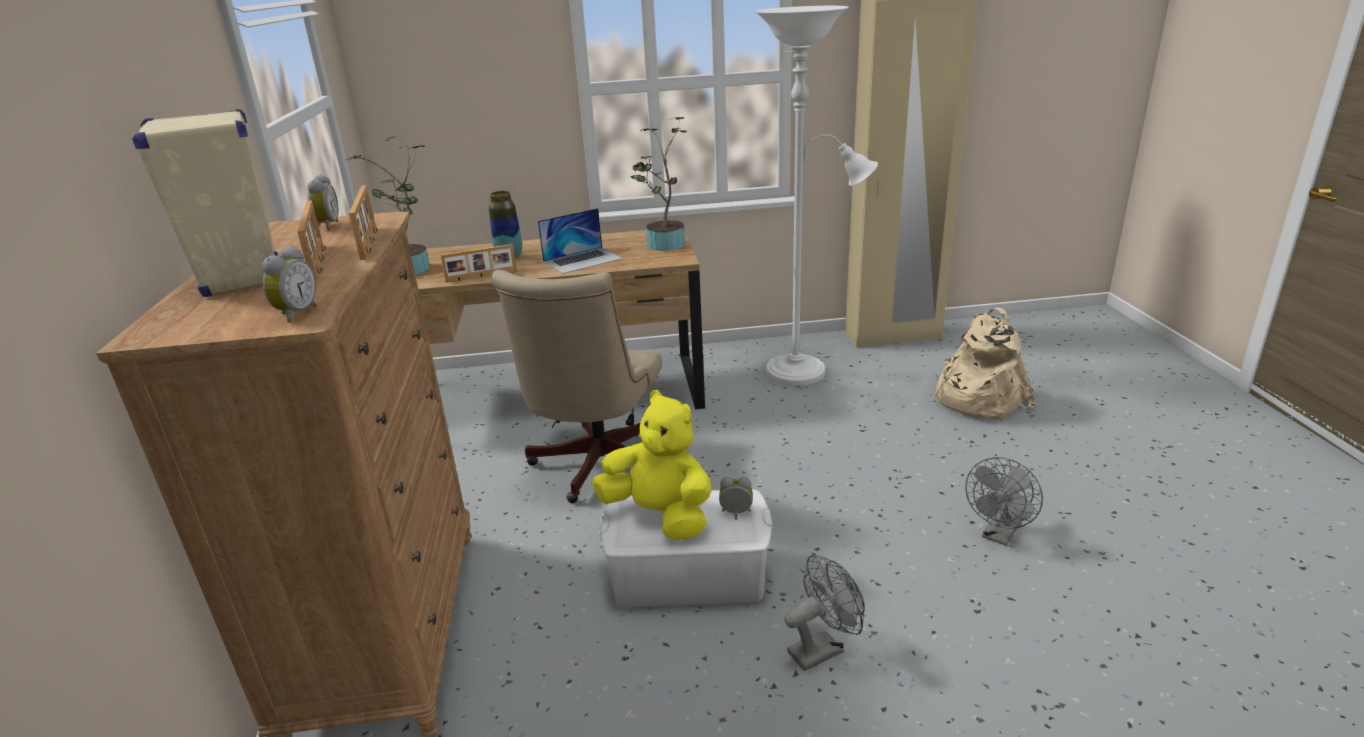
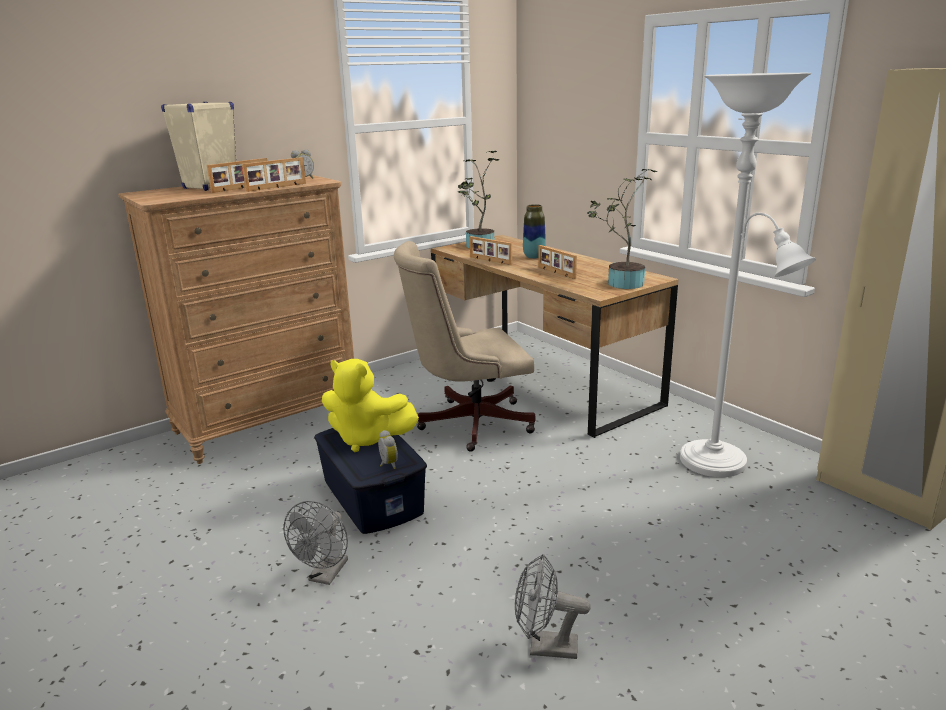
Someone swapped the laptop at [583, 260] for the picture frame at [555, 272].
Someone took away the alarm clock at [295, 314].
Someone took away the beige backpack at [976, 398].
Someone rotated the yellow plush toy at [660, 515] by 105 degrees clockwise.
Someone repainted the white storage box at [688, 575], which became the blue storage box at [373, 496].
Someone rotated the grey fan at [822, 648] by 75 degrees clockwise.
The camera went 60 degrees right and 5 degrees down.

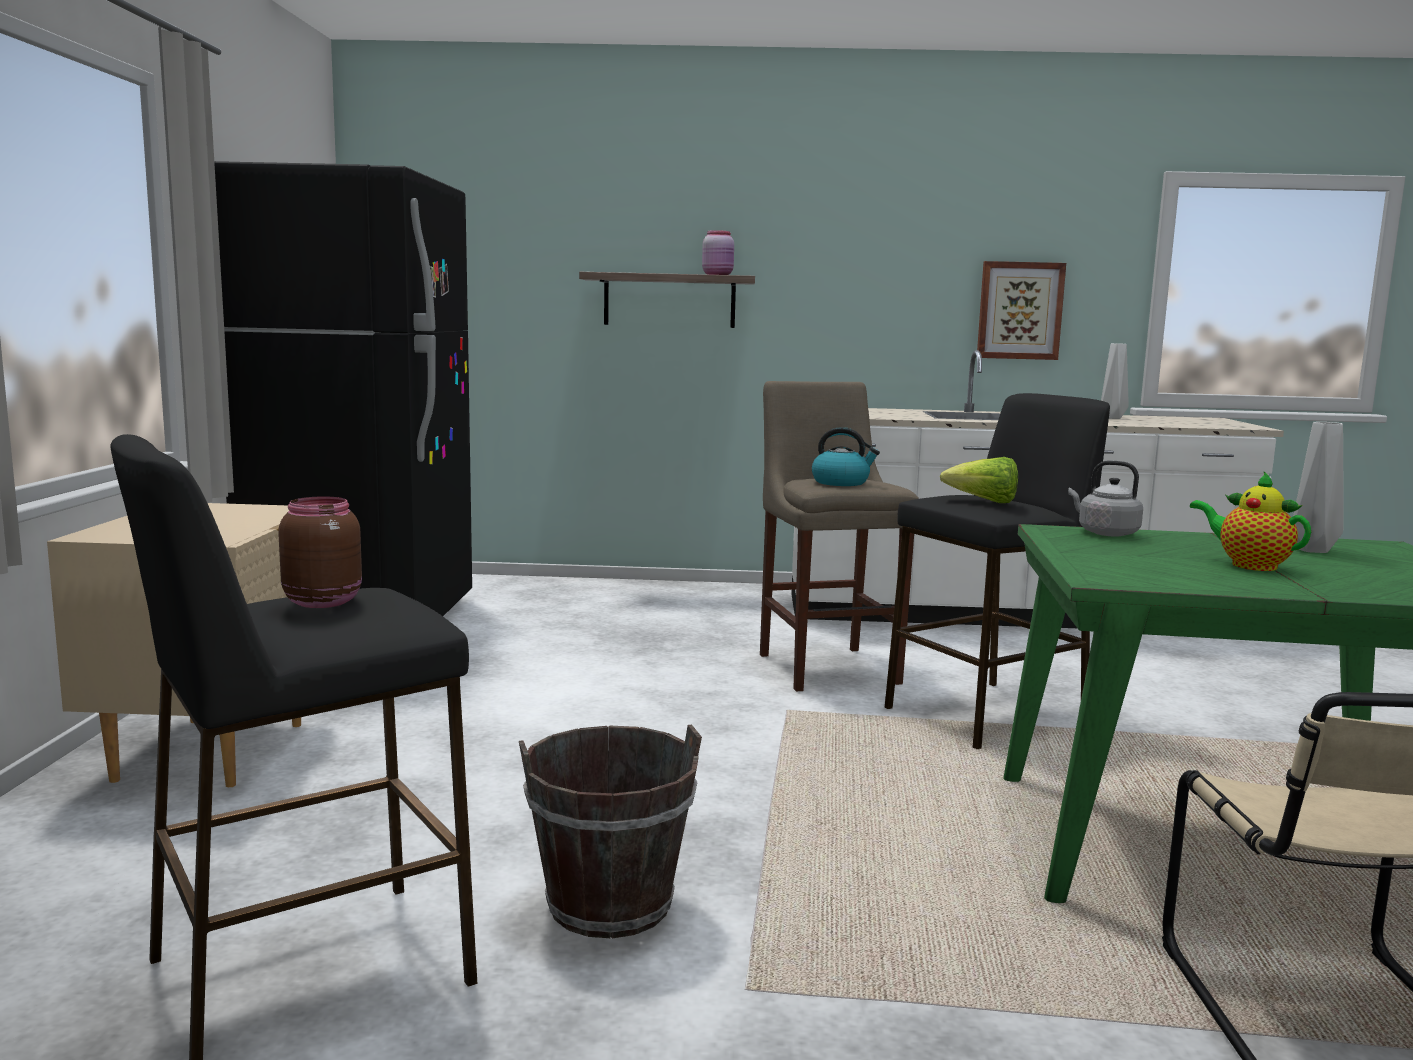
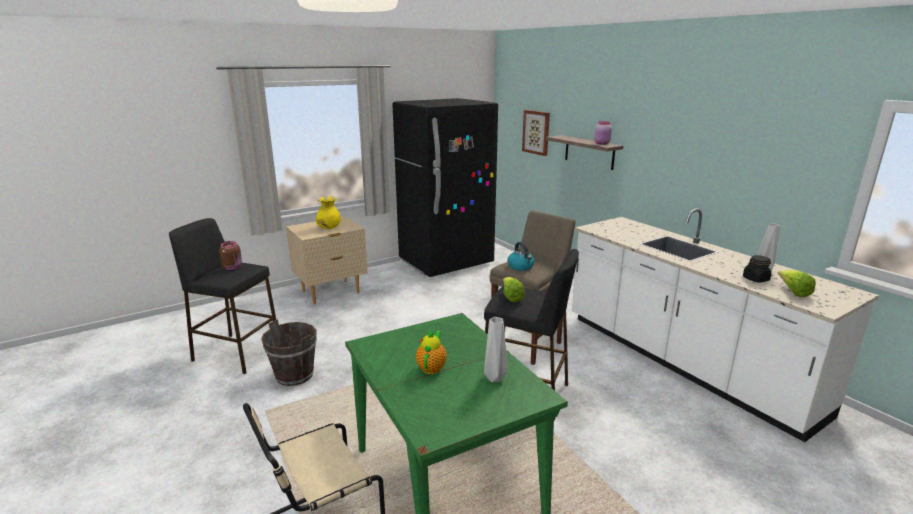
Someone carried the picture from [1019, 310] to [536, 132].
Someone took away the grey kettle at [1105, 533].
Someone put down the yellow vase at [329, 228].
Someone put down the black jar at [755, 279].
Someone put down the lettuce at [793, 292].
The camera went 55 degrees right and 10 degrees up.

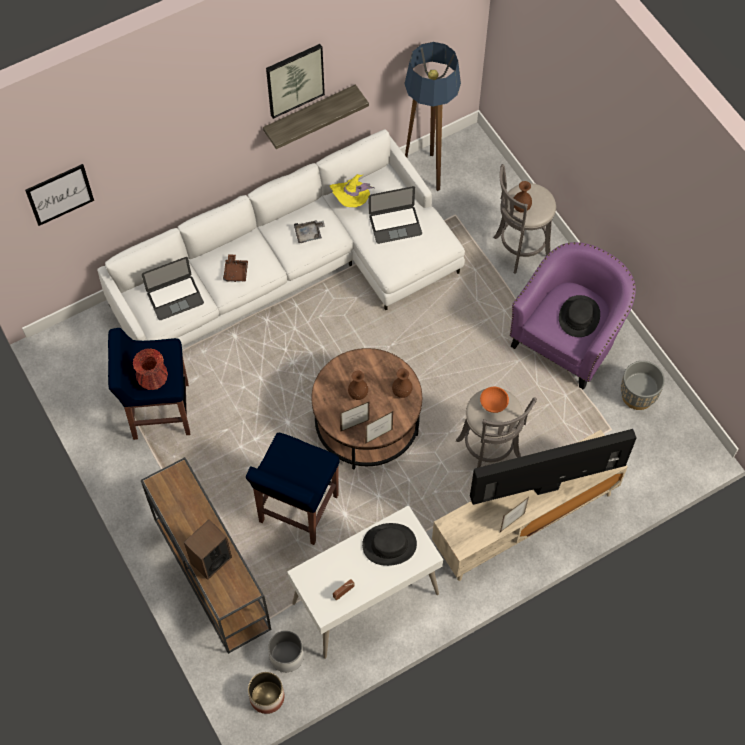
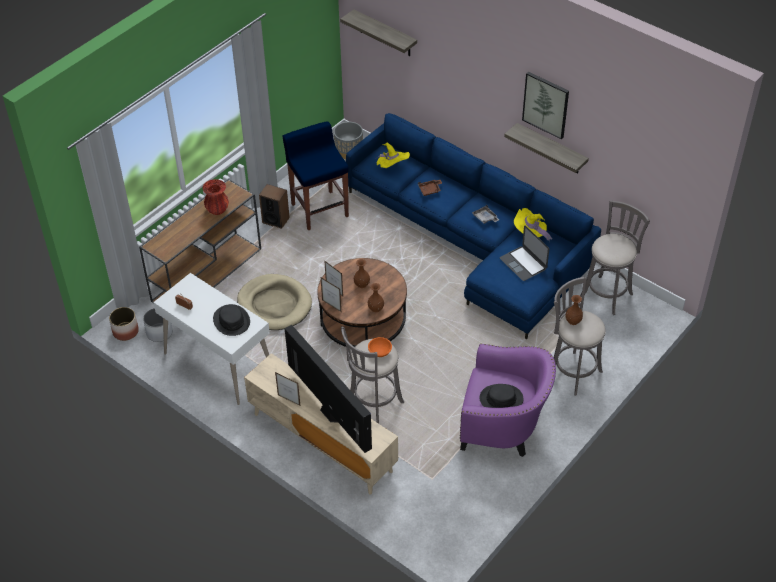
Someone swapped the floor lamp at [427, 174] for the grey stool at [608, 293].
Someone repainted the white sofa at [293, 269], which became the blue sofa at [473, 242].
Someone swapped the picture at [60, 194] for the shelf at [385, 34].
Someone swapped the laptop at [175, 297] for the yellow hat at [392, 167].
Someone carried the red vase from [153, 380] to [217, 210].
Someone carried the grey planter from [637, 396] to [349, 152].
Someone swapped the blue stool at [298, 509] for the beige dog bed at [274, 305].
Someone carried the speaker from [210, 560] to [275, 220].
The camera went 70 degrees right and 15 degrees down.

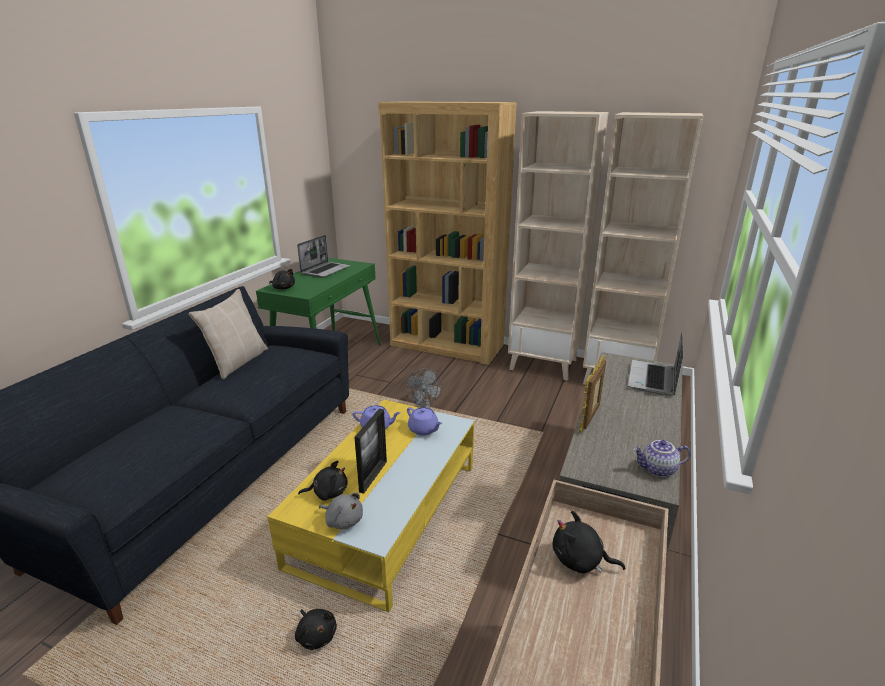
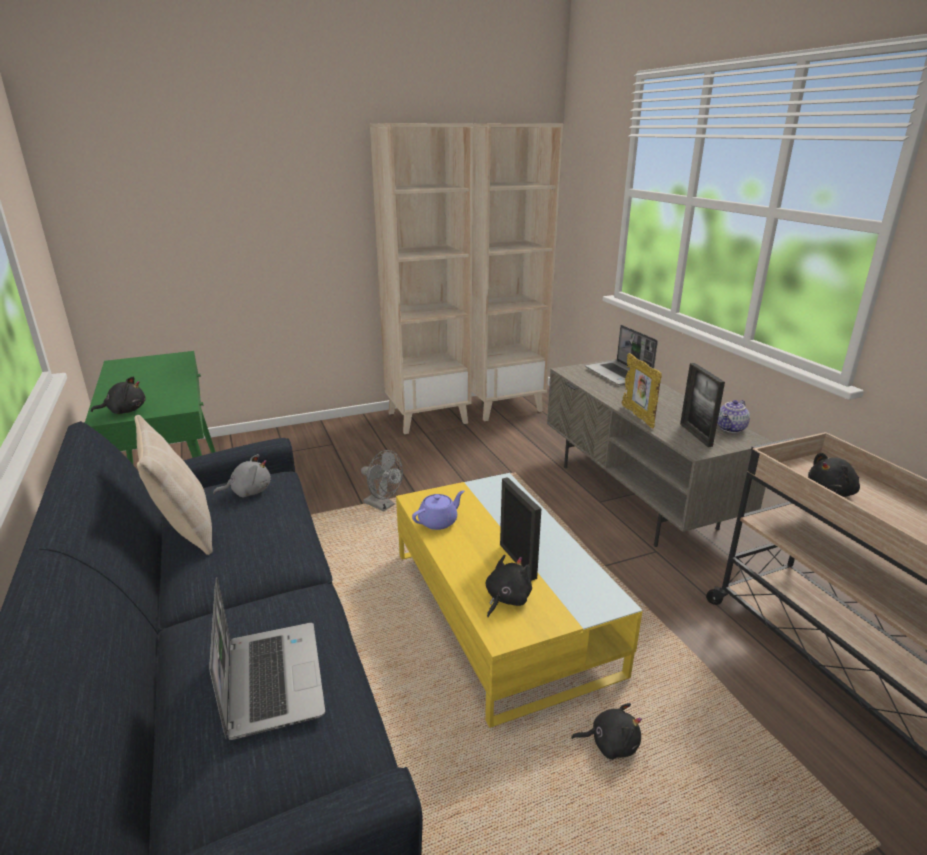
Someone took away the brown bookcase at [447, 346].
Someone carried the laptop from [325, 270] to [271, 678].
Someone took away the purple teapot at [424, 430].
Someone carried the grey plush toy from [343, 520] to [248, 492].
Someone put down the picture frame at [695, 435].
The camera went 45 degrees left and 0 degrees up.

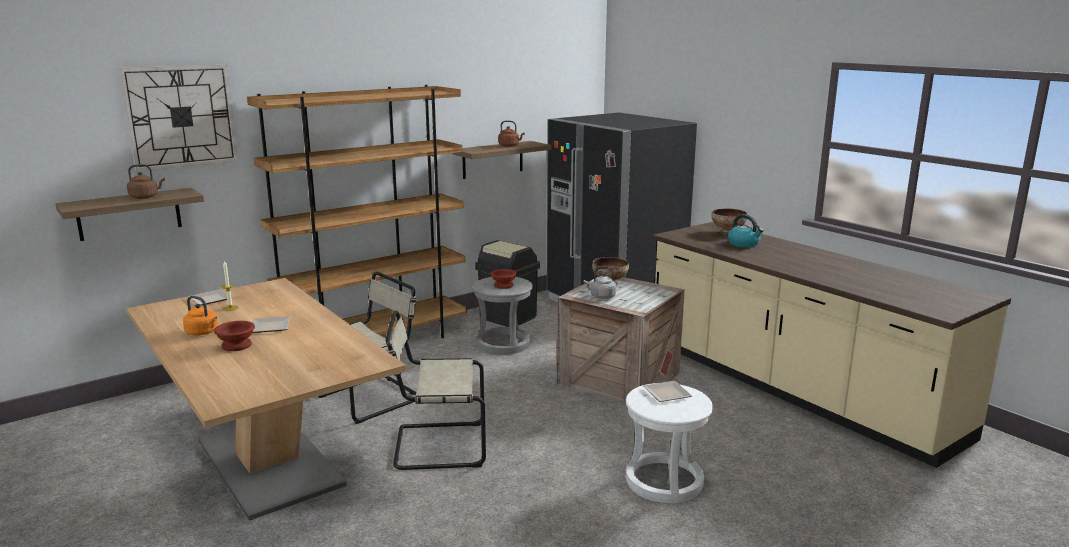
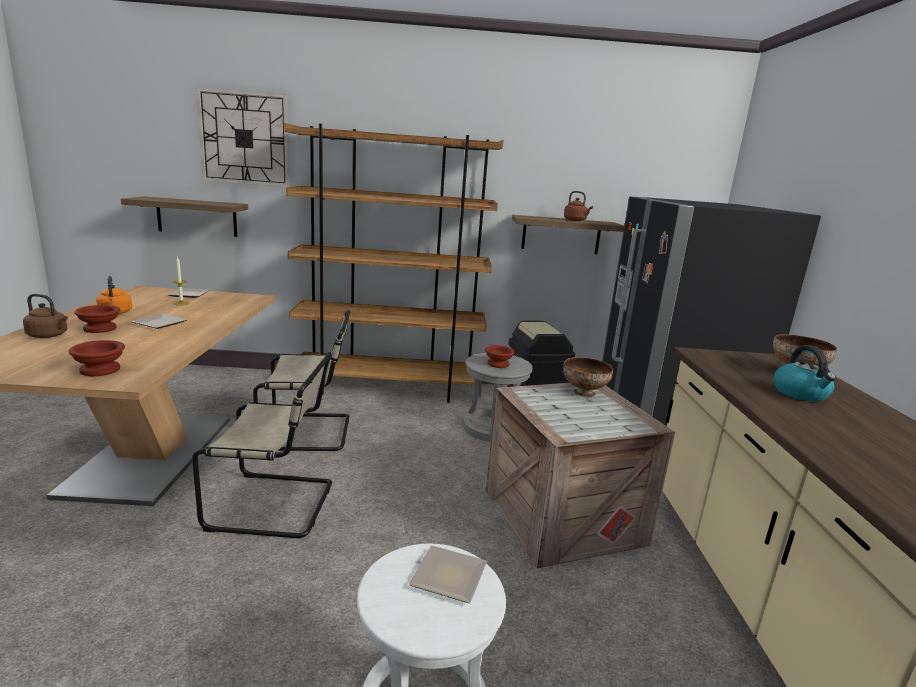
Someone carried the brown kettle from [145, 197] to [49, 335].
Someone took away the grey kettle at [601, 296].
Someone rotated the beige chair at [436, 446] by 150 degrees clockwise.
Someone put down the brown bowl at [101, 369].
The camera went 35 degrees right and 0 degrees up.

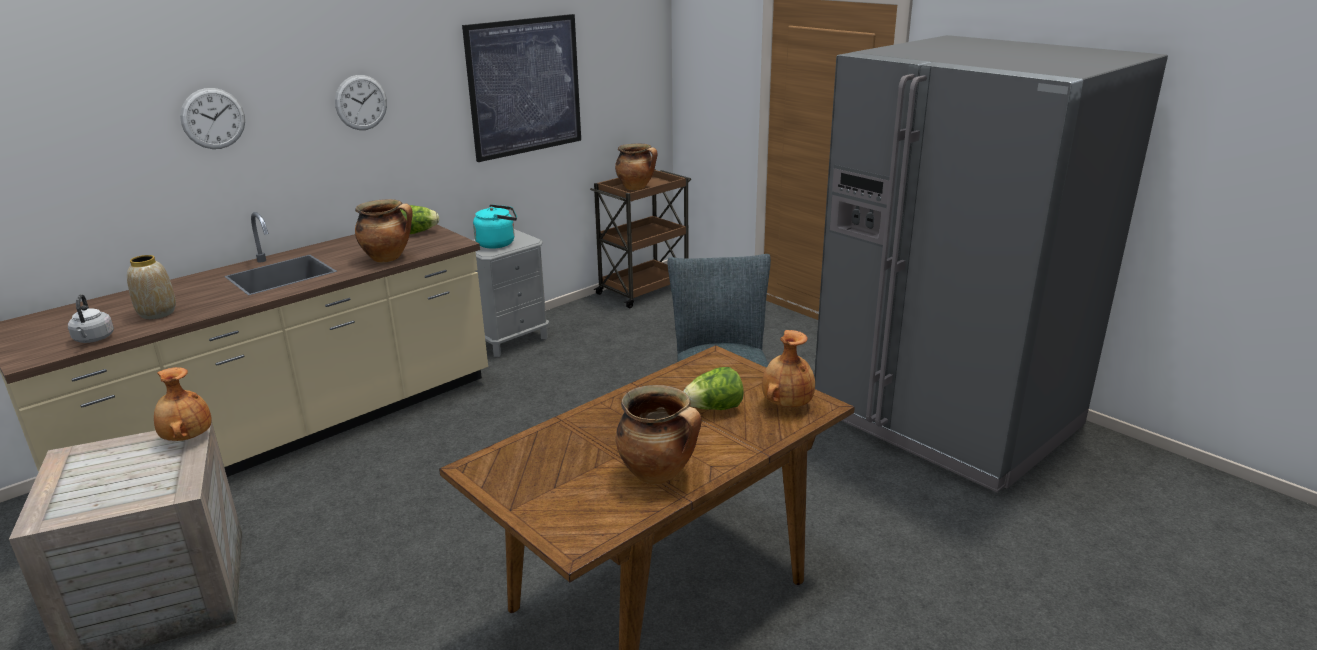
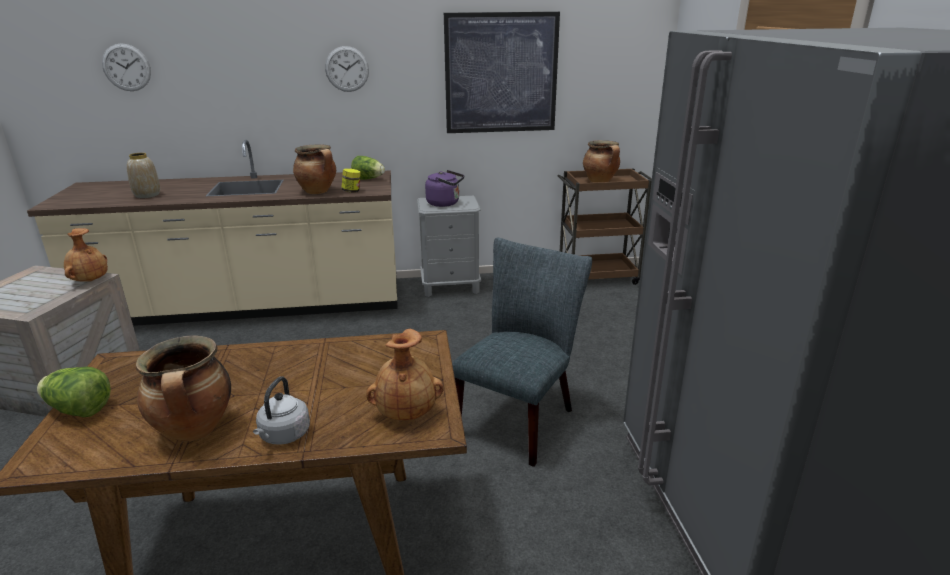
Someone carried the wall clock from [213, 118] to [126, 67].
Someone repainted the turquoise kettle at [498, 243], which became the purple kettle at [445, 203].
Someone carried the grey kettle from [94, 339] to [283, 436].
Someone carried the lettuce from [714, 408] to [79, 410].
Someone put down the jar at [352, 191].
The camera went 35 degrees right and 0 degrees up.

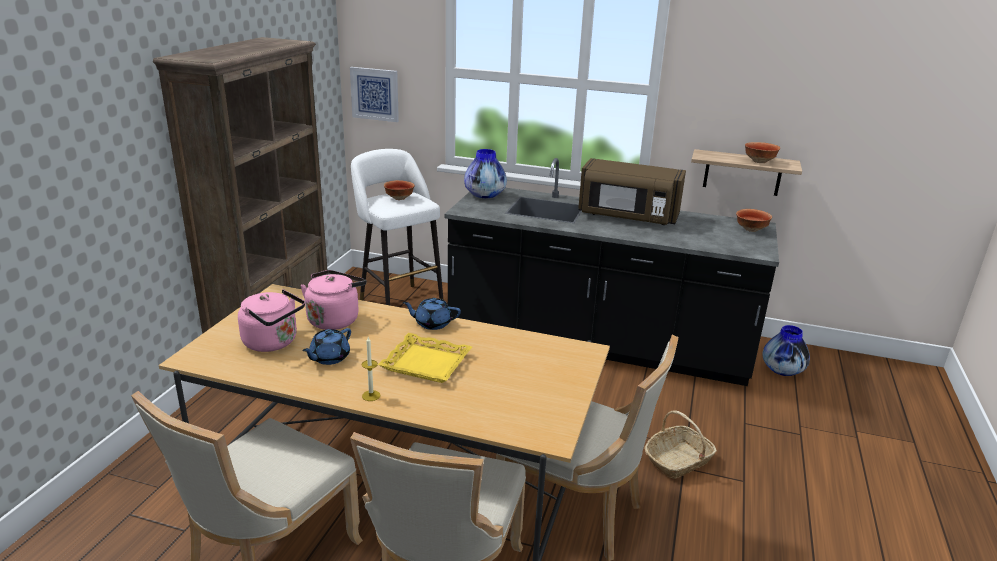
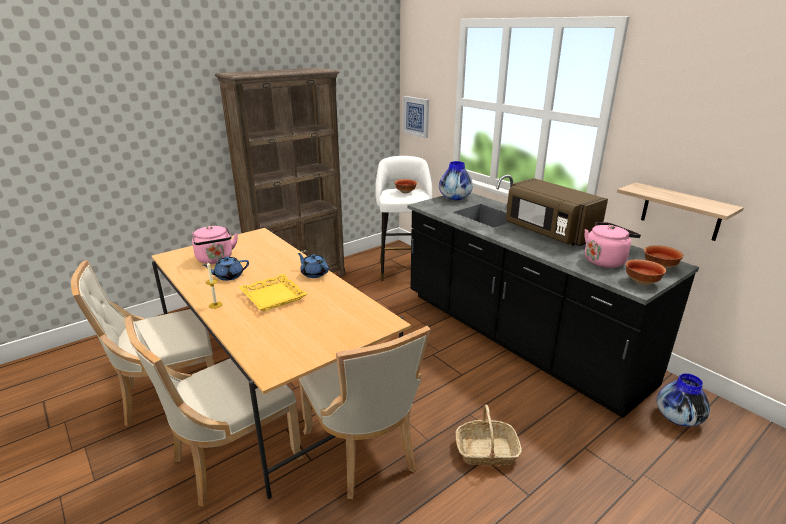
Someone carried the bowl from [758, 161] to [641, 282].
Someone carried the pink kettle from [335, 319] to [605, 261].
The camera went 35 degrees right and 0 degrees up.

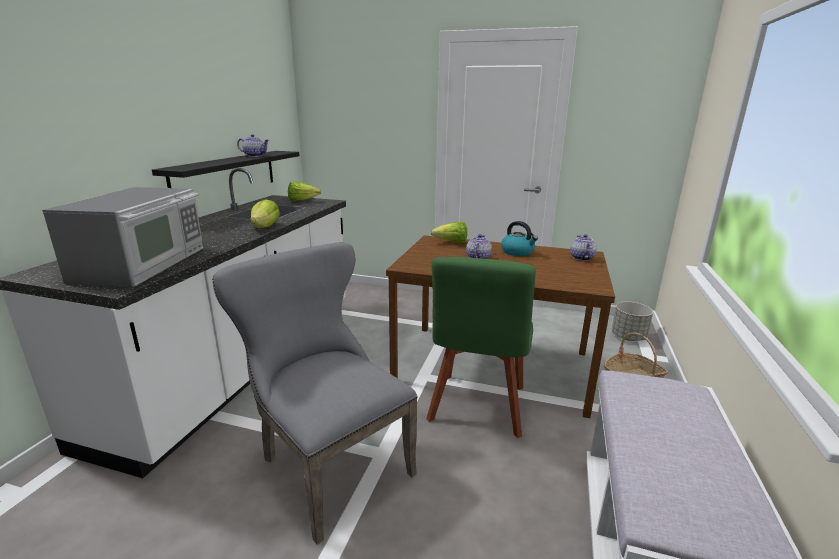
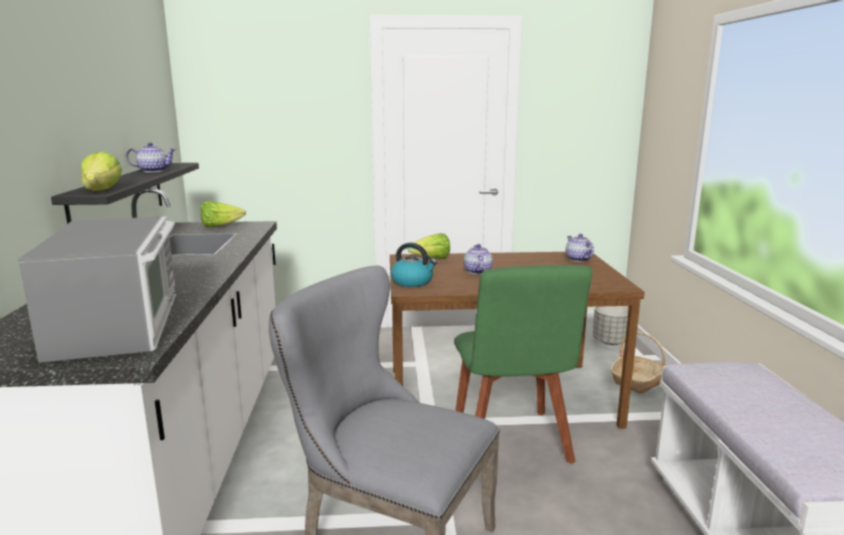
Someone carried the lettuce from [265, 227] to [103, 190].
Someone carried the kettle from [518, 252] to [413, 282].
The camera went 20 degrees left and 5 degrees down.

